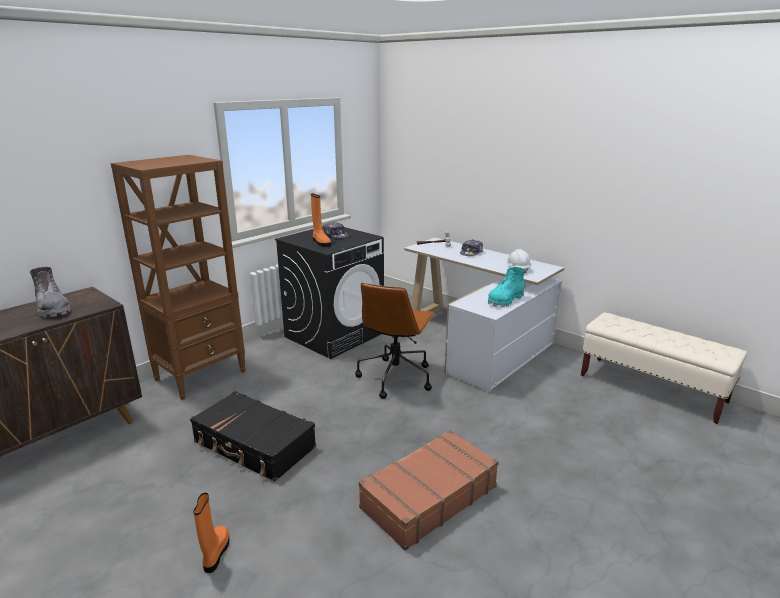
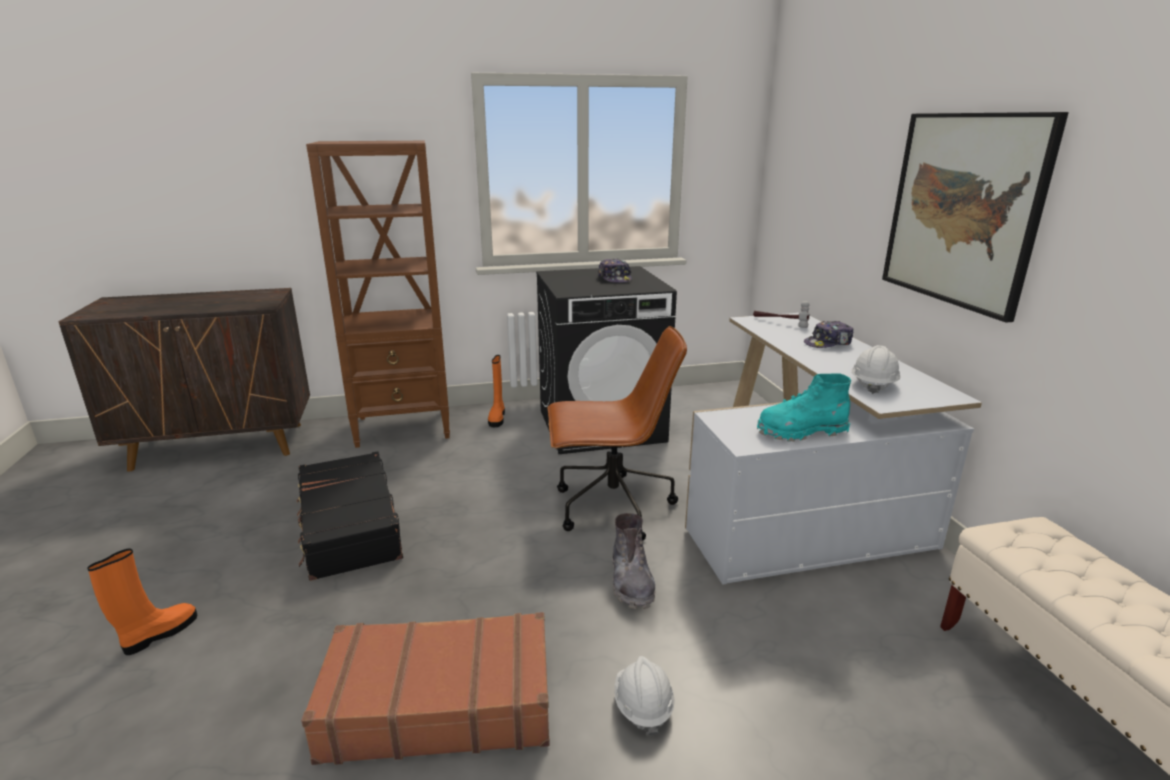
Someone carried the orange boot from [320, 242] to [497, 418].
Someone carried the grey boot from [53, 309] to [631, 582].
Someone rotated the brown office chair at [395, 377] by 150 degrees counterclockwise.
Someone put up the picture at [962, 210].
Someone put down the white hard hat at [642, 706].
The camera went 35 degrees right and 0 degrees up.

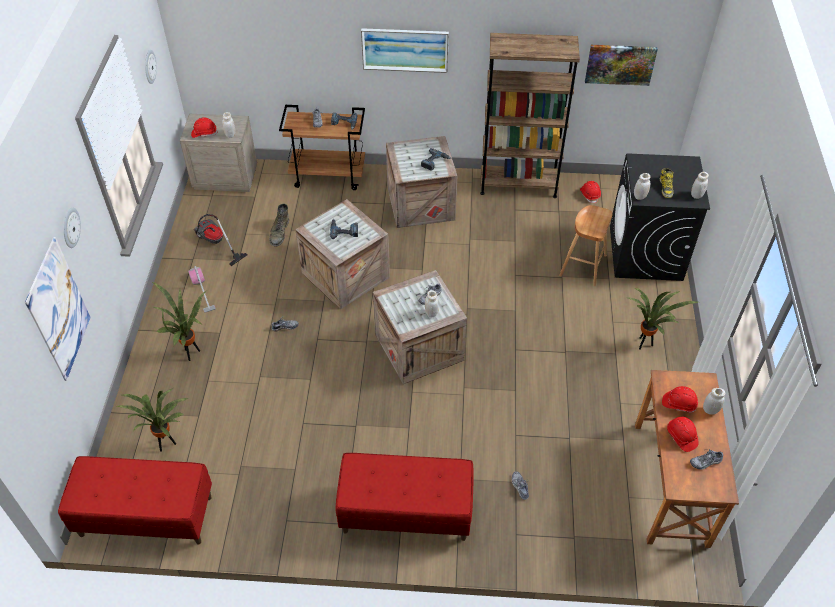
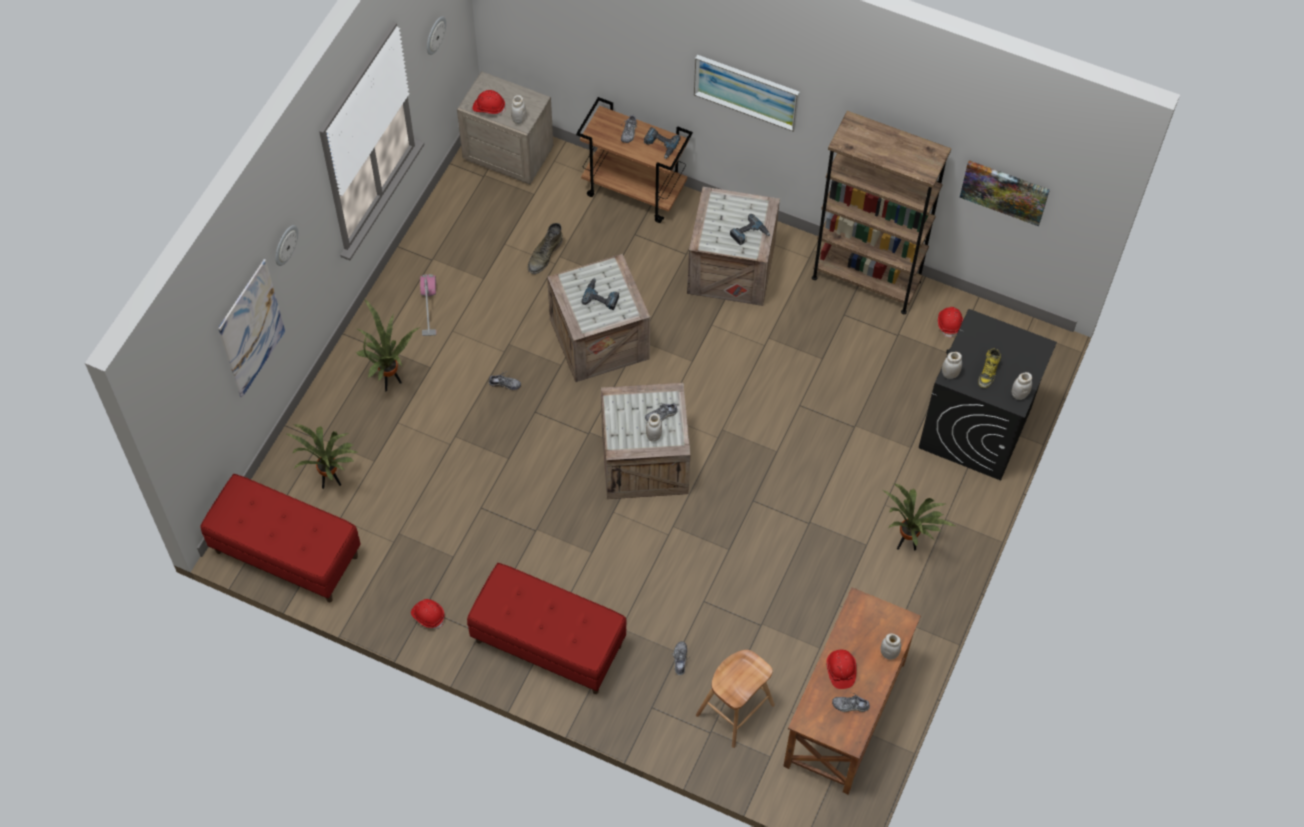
Someone carried the brown stool from [583, 265] to [735, 710].
Someone took away the vacuum cleaner at [215, 243].
Someone carried the red hard hat from [679, 403] to [428, 615].
The camera went 20 degrees right and 10 degrees up.

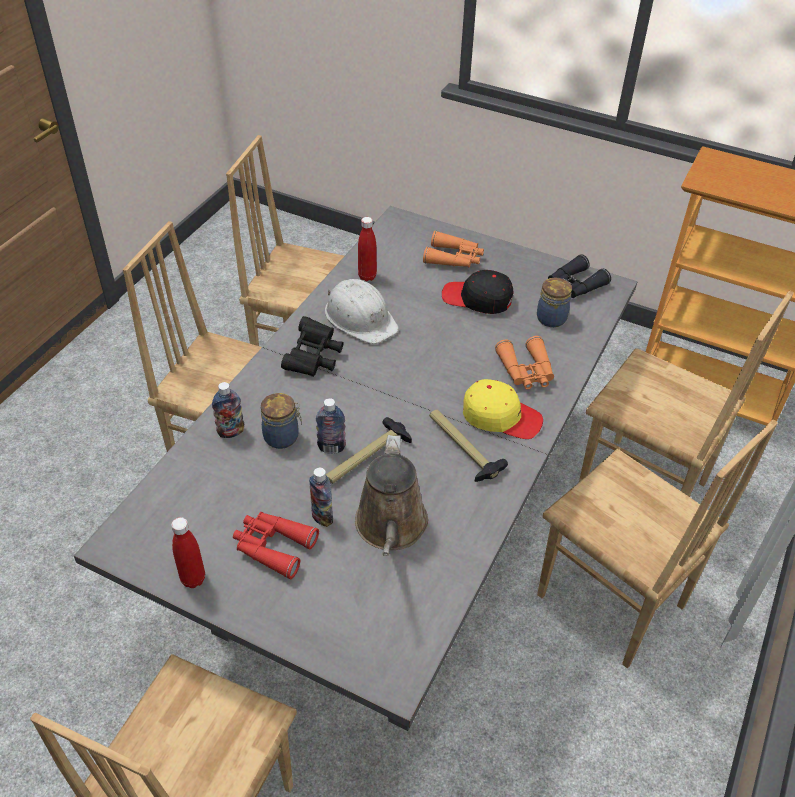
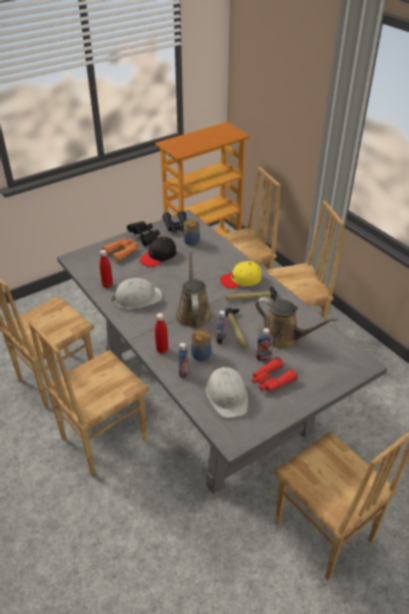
Someone carried the black binoculars from [314, 358] to [145, 237].
Someone took away the orange binoculars at [526, 371].
Someone rotated the yellow cap at [501, 416] by 150 degrees counterclockwise.
Someone carried the red bottle from [193, 579] to [162, 350].
Someone put down the brown watering can at [193, 312].
Someone put down the white hard hat at [227, 395].
The camera went 60 degrees left and 5 degrees down.

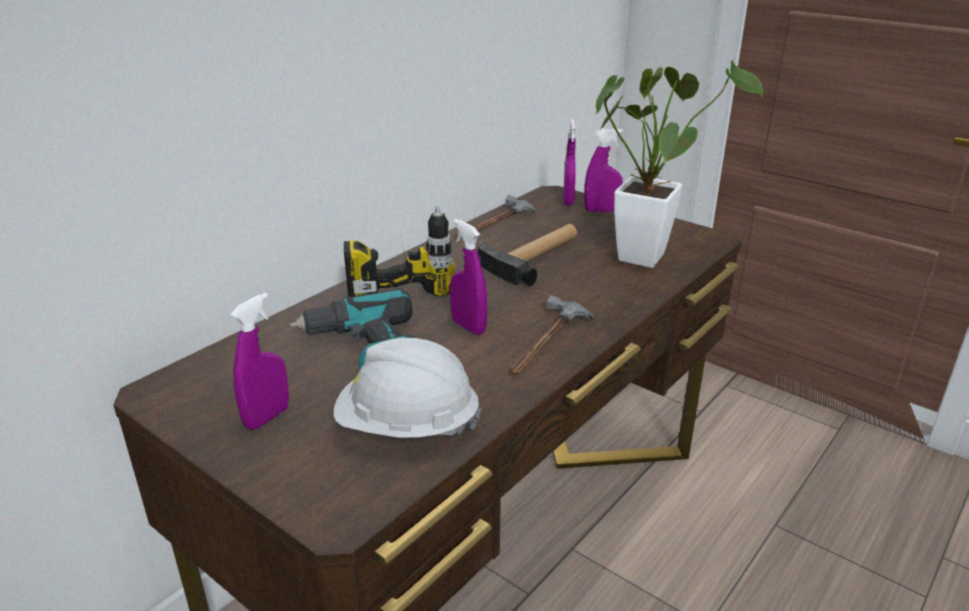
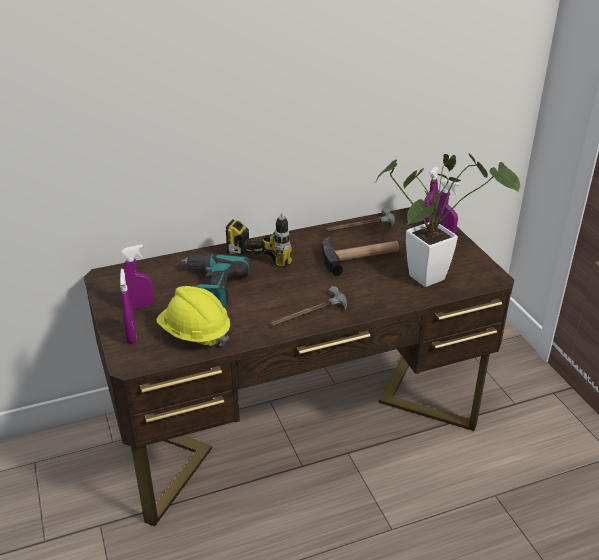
Someone carried the purple spray bottle from [468, 327] to [131, 336].
Someone repainted the white hard hat at [407, 427], which became the yellow hard hat at [195, 333].
The camera went 30 degrees right and 5 degrees up.

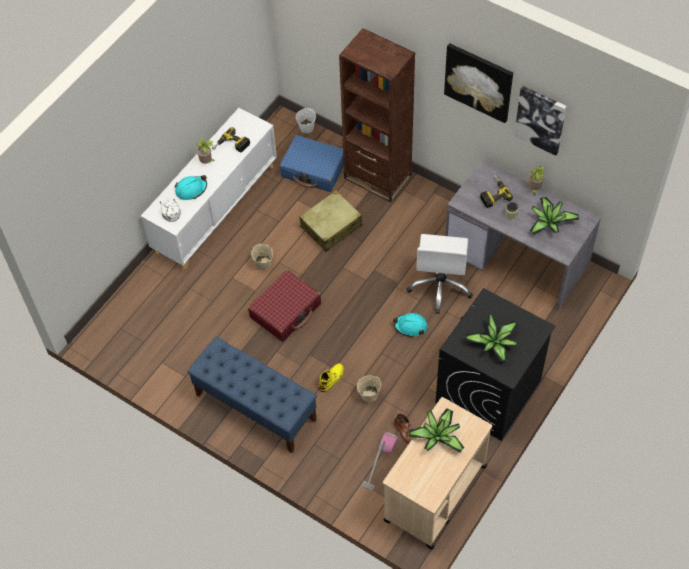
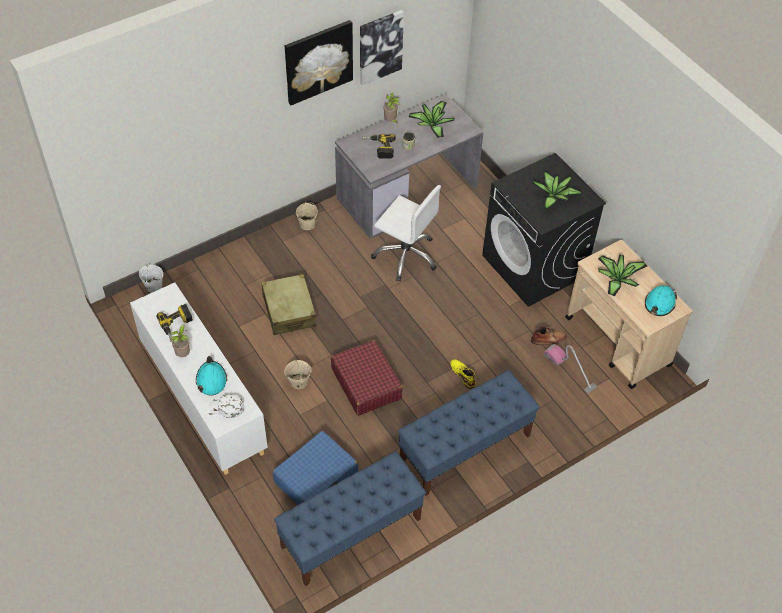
Someone took away the brown bookcase at [377, 177].
Someone carried the blue suitcase from [314, 169] to [316, 478].
Someone carried the turquoise hard hat from [410, 326] to [659, 304].
Someone carried the beige bucket from [369, 395] to [307, 224].
Someone put down the blue bench at [350, 533].
The camera went 70 degrees left and 5 degrees down.

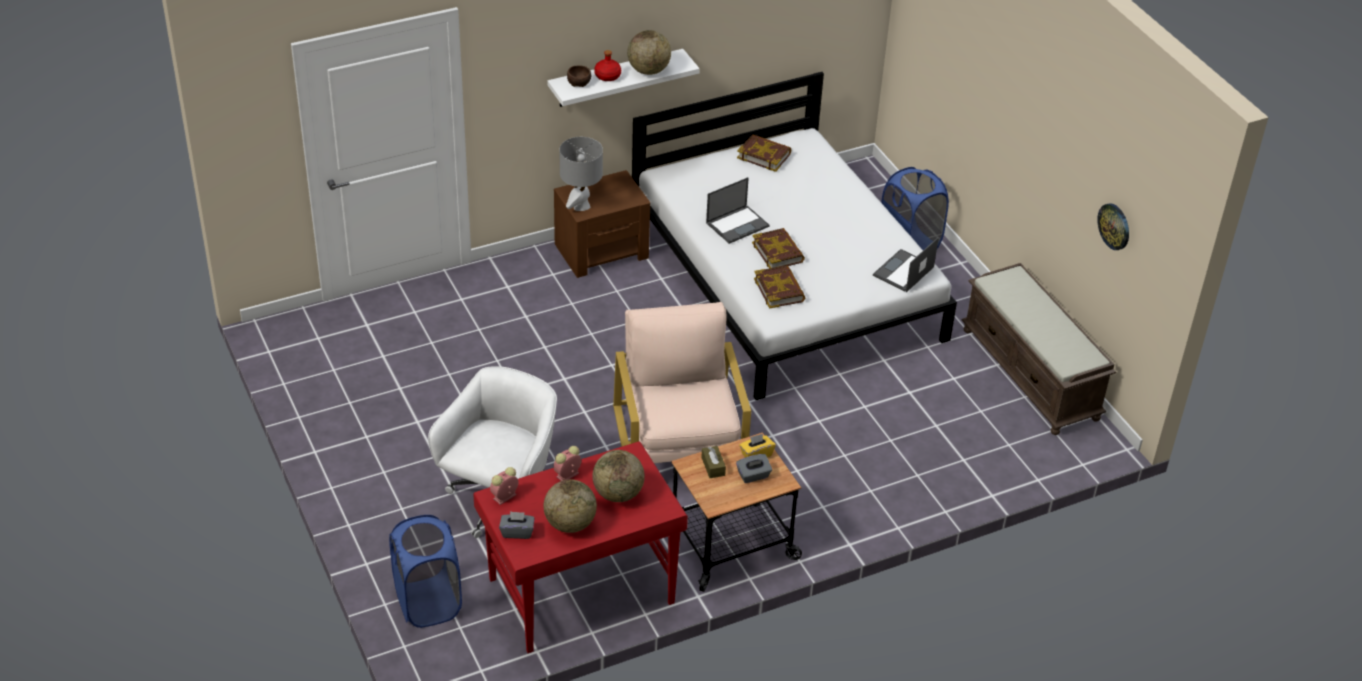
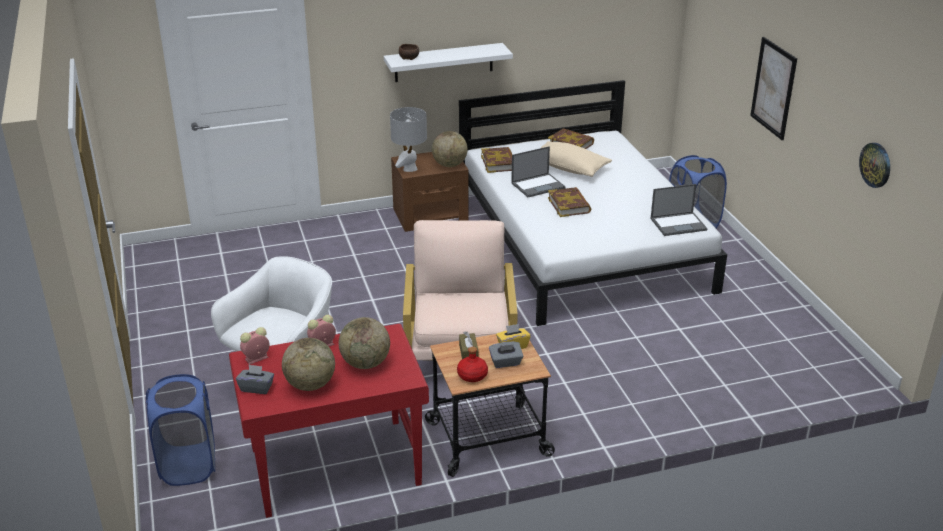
Someone carried the globe from [648, 70] to [449, 165].
Someone carried the red bottle from [607, 76] to [472, 375].
Someone rotated the laptop at [903, 272] by 150 degrees counterclockwise.
Someone took away the brown bench at [1031, 374].
Someone carried the book from [779, 290] to [499, 163].
Someone put up the picture at [773, 88].
Someone put down the beige pillow at [568, 168].
The camera went 10 degrees right and 10 degrees down.

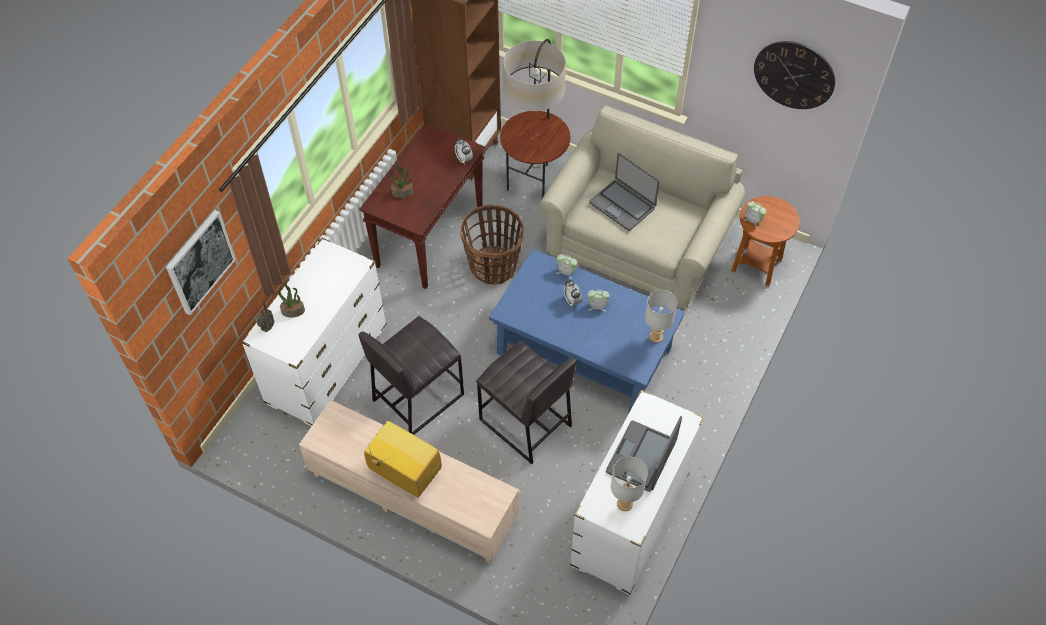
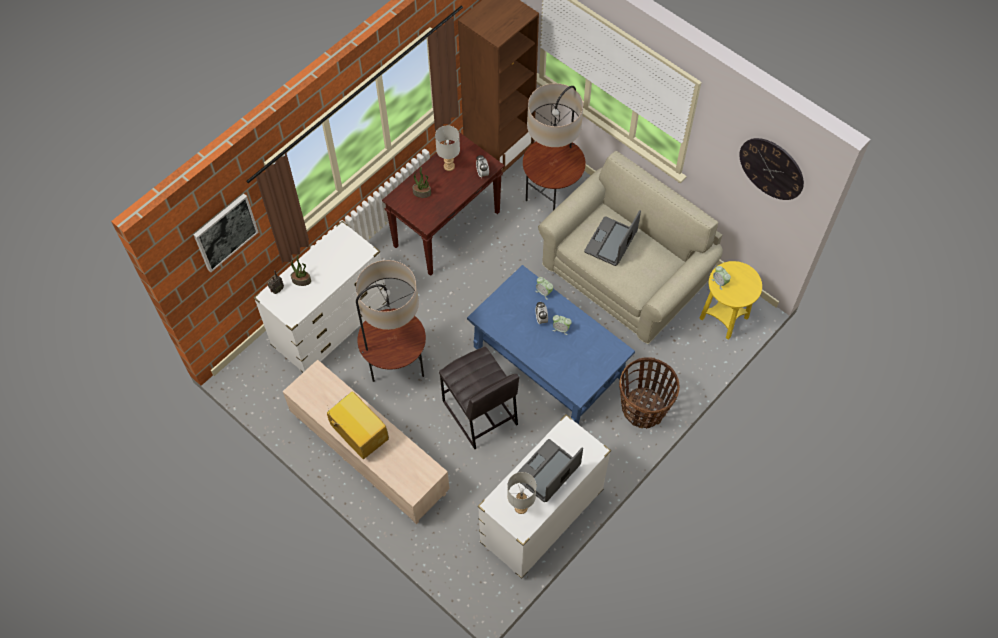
Someone rotated the laptop at [622, 205] by 60 degrees clockwise.
Someone repainted the brown side table at [756, 265], which became the yellow side table at [724, 318].
Someone carried the basket from [493, 266] to [643, 409].
Someone carried the grey table lamp from [656, 336] to [449, 166].
Someone swapped the grey stool at [417, 397] for the floor lamp at [396, 369].
The camera went 15 degrees right and 5 degrees up.

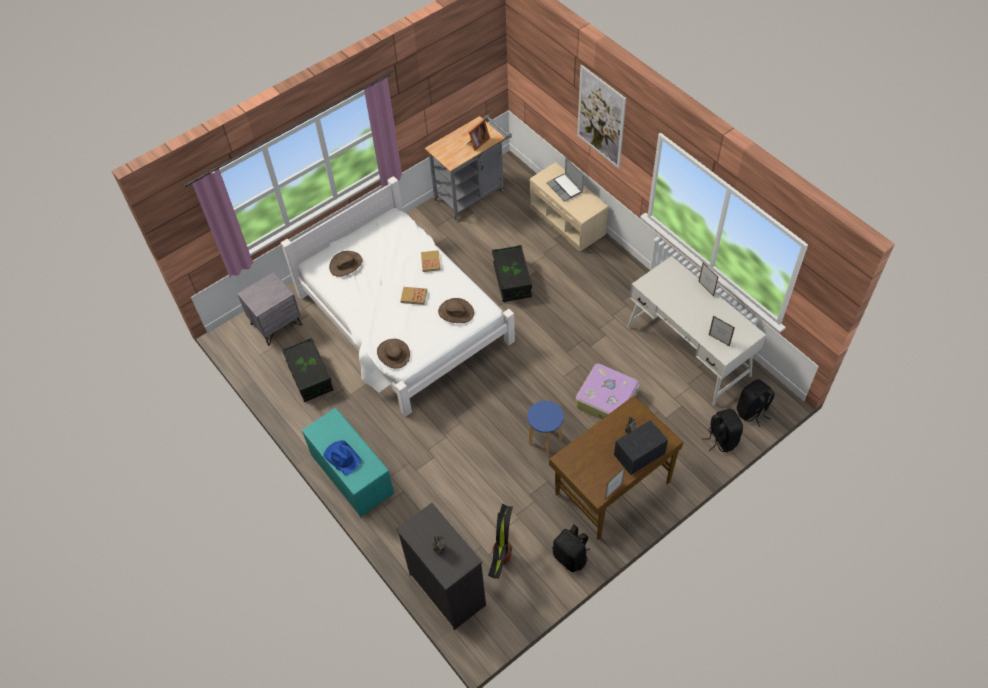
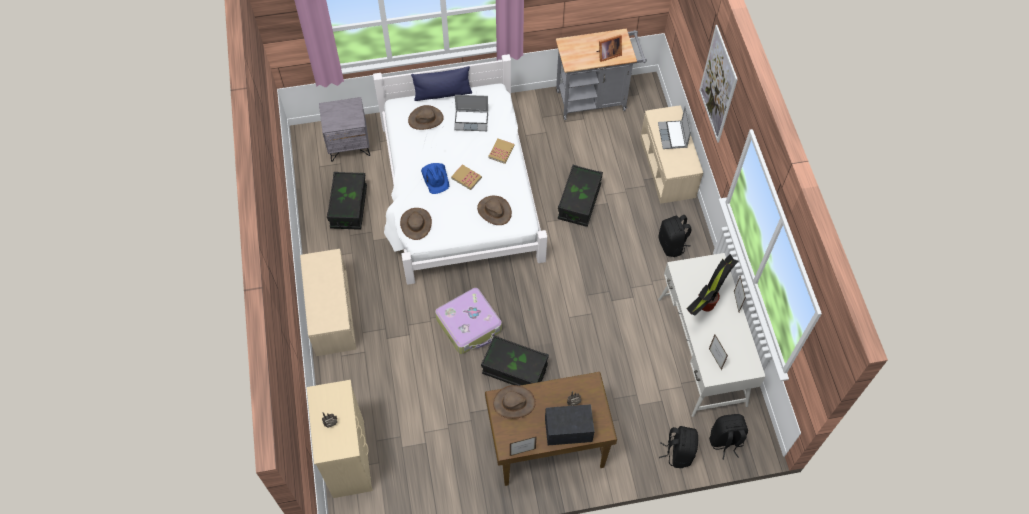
Someone carried the suitcase from [607, 399] to [469, 325].
Someone swapped the blue stool at [545, 441] for the black storage box at [515, 369].
Someone repainted the turquoise bench at [351, 473], which became the beige bench at [331, 313].
Someone carried the blue hat from [342, 457] to [435, 178].
Someone repainted the black dresser at [447, 588], which became the beige dresser at [349, 458].
Someone carried the potted plant from [502, 558] to [705, 305].
Someone carried the black backpack from [571, 557] to [672, 245].
Someone put down the blue pillow at [442, 94].
Someone put down the laptop at [472, 120].
Someone put down the brown hat at [514, 403].
The camera went 25 degrees right and 5 degrees up.

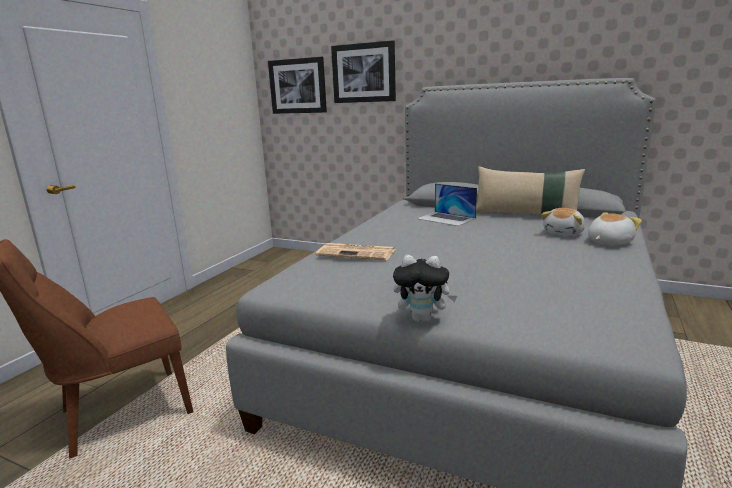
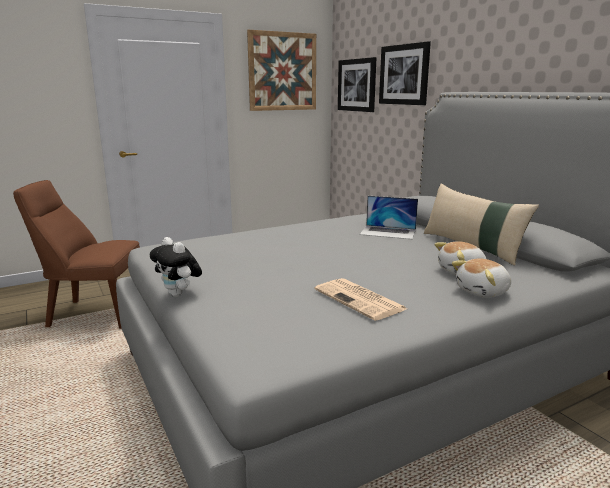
Someone rotated the laptop at [446, 218] by 60 degrees counterclockwise.
Someone rotated the plush toy at [608, 242] by 150 degrees clockwise.
Someone carried the newspaper from [357, 252] to [360, 300].
Someone put up the picture at [282, 71].
The camera went 35 degrees right and 0 degrees up.

